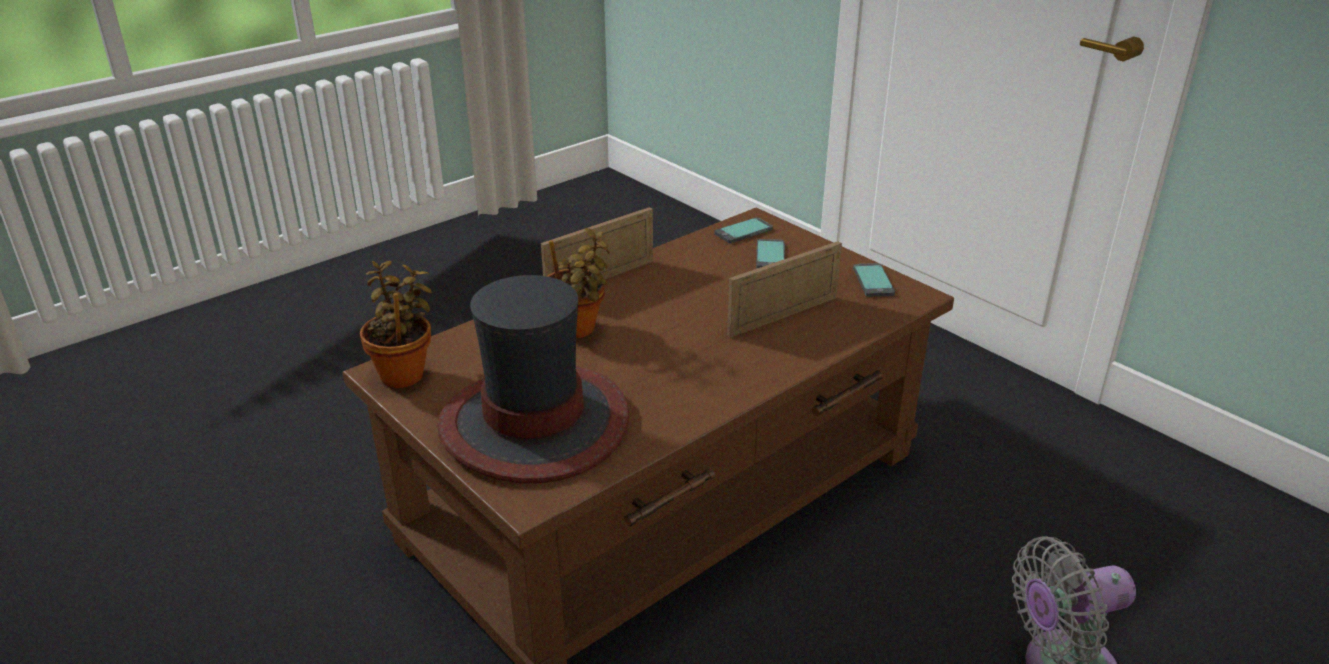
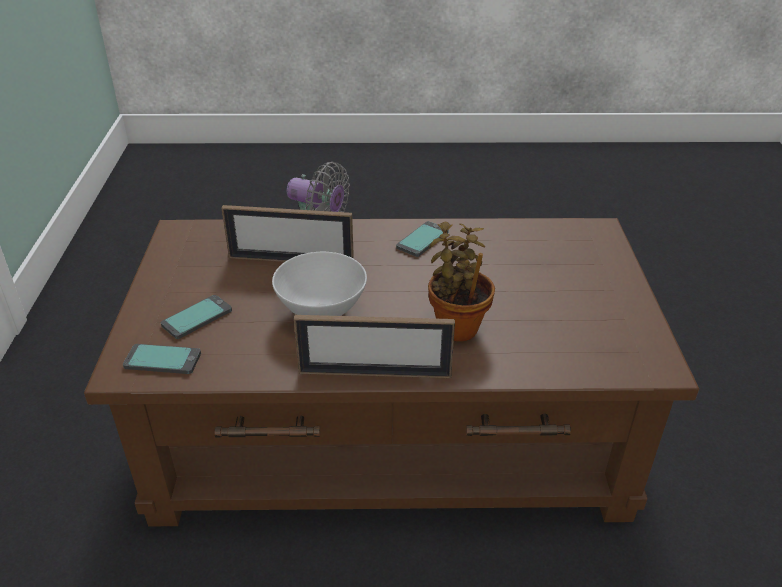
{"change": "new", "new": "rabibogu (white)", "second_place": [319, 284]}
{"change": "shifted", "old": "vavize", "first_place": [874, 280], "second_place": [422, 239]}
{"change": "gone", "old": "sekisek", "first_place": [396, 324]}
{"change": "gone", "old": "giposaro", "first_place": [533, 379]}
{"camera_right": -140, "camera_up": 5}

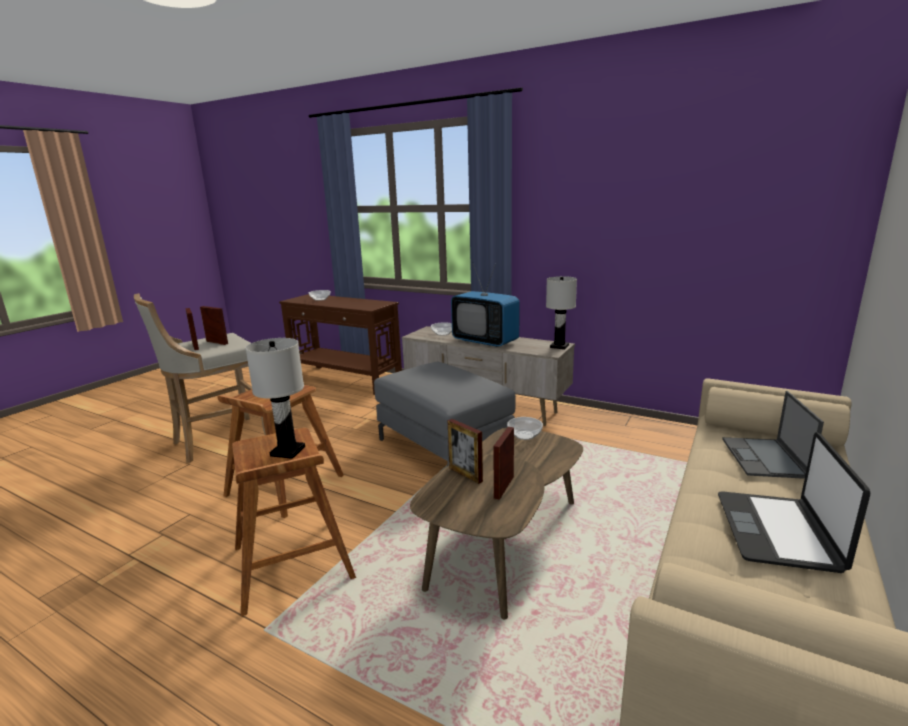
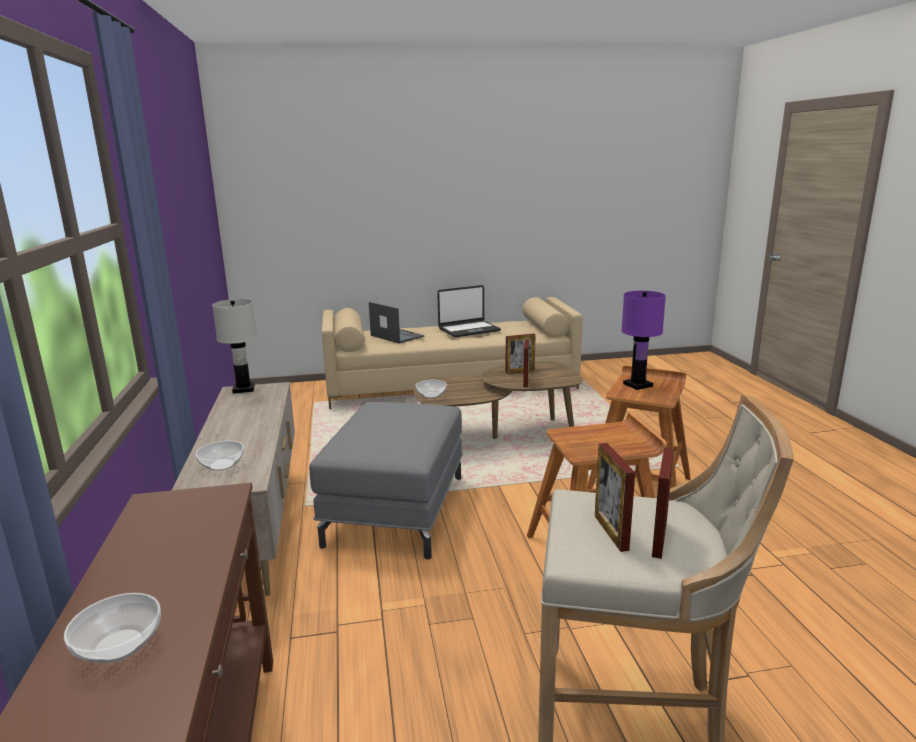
{"change": "rotated", "old": "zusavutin", "first_place": [773, 435], "second_place": [397, 323], "degrees": -105}
{"change": "repainted", "old": "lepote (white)", "new": "lepote (purple)", "first_place": [275, 398], "second_place": [643, 340]}
{"change": "gone", "old": "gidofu", "first_place": [485, 304]}
{"camera_right": -130, "camera_up": 0}

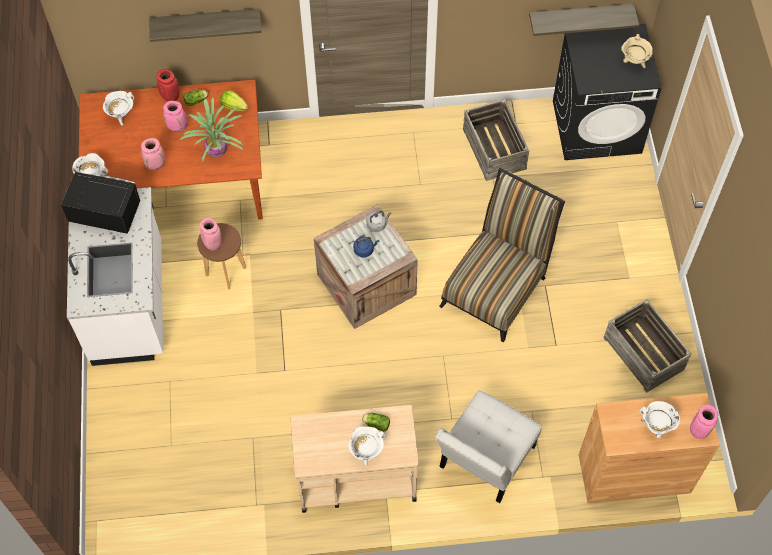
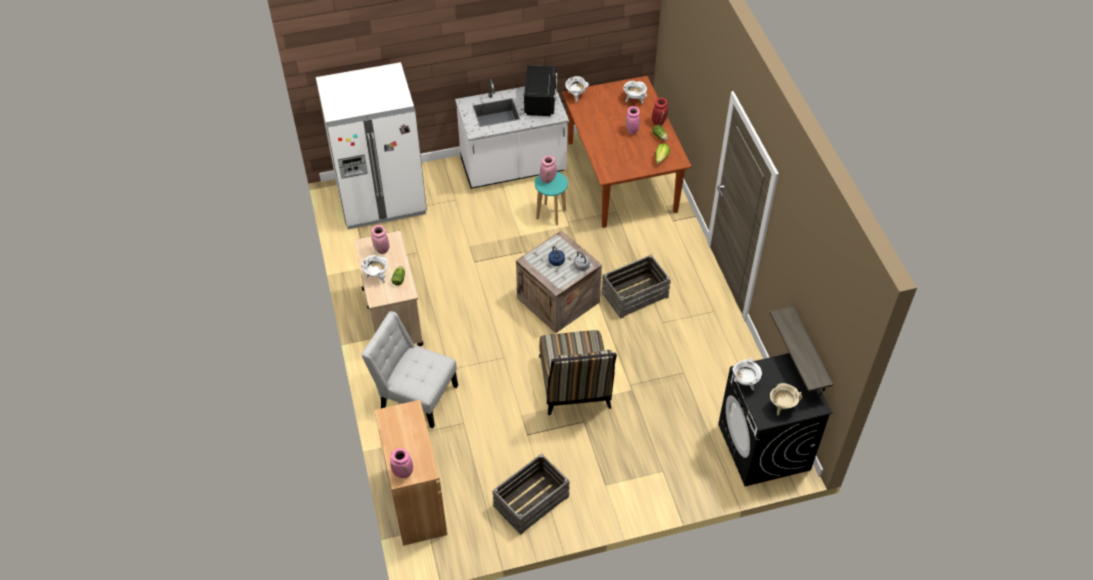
{"change": "new", "new": "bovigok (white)", "second_place": [371, 145]}
{"change": "shifted", "old": "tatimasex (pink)", "first_place": [153, 154], "second_place": [380, 239]}
{"change": "repainted", "old": "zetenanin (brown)", "new": "zetenanin (turquoise)", "first_place": [222, 256], "second_place": [551, 199]}
{"change": "rotated", "old": "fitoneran", "first_place": [502, 254], "second_place": [578, 372], "degrees": 60}
{"change": "shifted", "old": "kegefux", "first_place": [496, 140], "second_place": [636, 287]}
{"change": "shifted", "old": "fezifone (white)", "first_place": [660, 419], "second_place": [747, 374]}
{"change": "gone", "old": "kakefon", "first_place": [205, 25]}
{"change": "gone", "old": "sekisek", "first_place": [210, 130]}
{"camera_right": 80, "camera_up": -10}

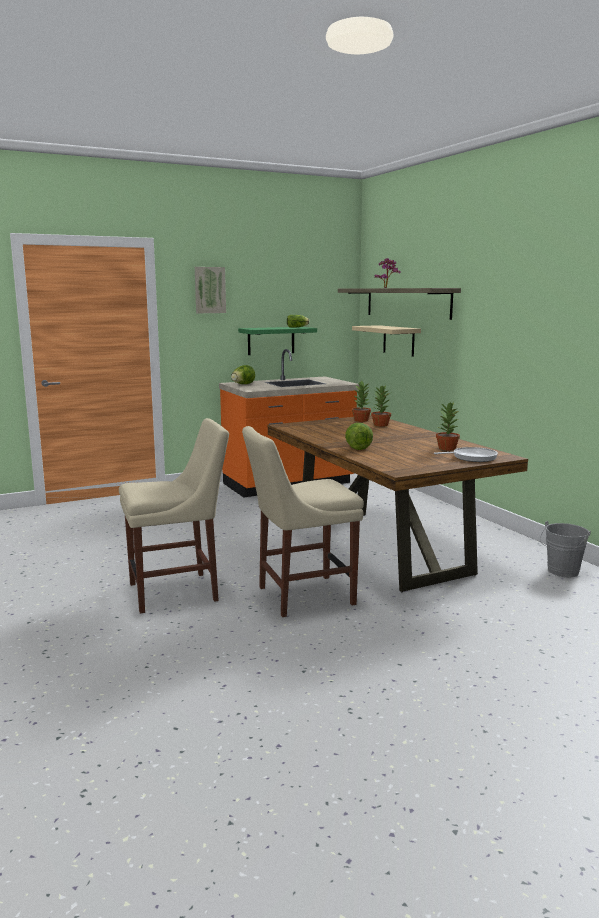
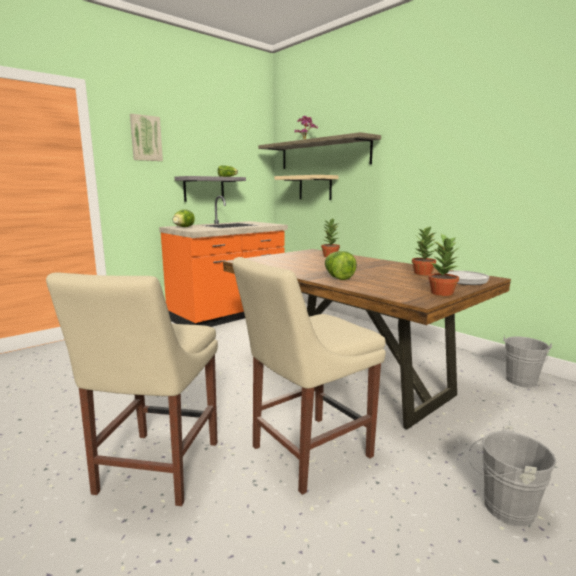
{"change": "rotated", "old": "fitoneran (beige)", "first_place": [174, 516], "second_place": [132, 389], "degrees": 135}
{"change": "repainted", "old": "kakefon (green)", "new": "kakefon (grey)", "first_place": [277, 341], "second_place": [210, 189]}
{"change": "shifted", "old": "sekisek", "first_place": [361, 401], "second_place": [443, 265]}
{"change": "new", "new": "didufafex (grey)", "second_place": [512, 476]}
{"camera_right": -15, "camera_up": 0}

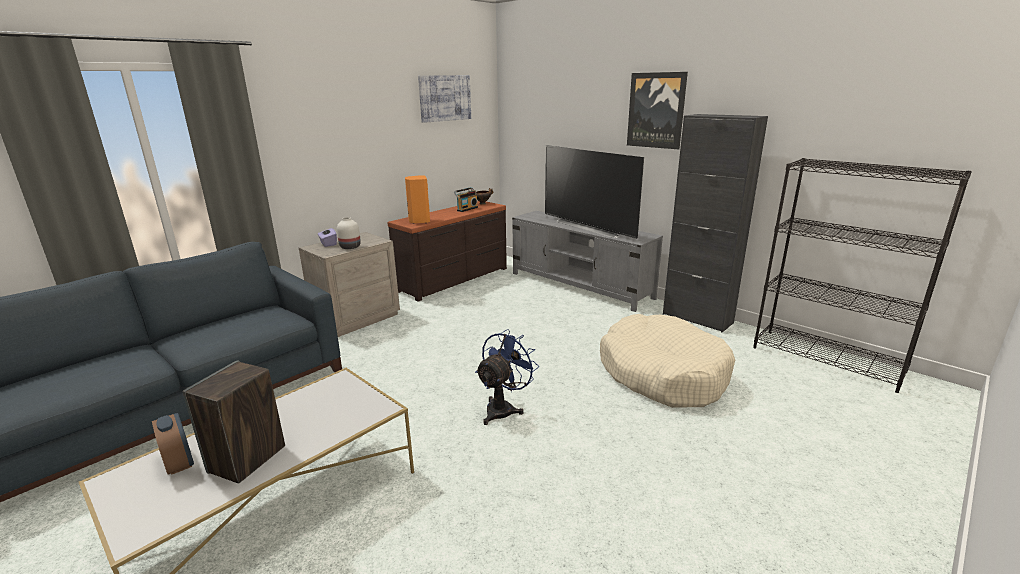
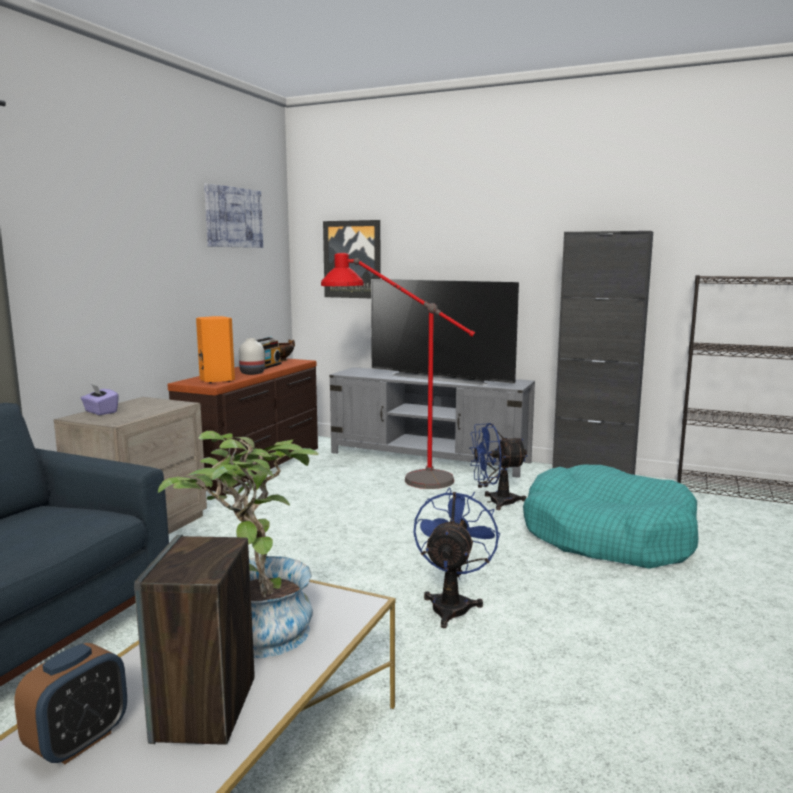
{"change": "rotated", "old": "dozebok", "first_place": [173, 444], "second_place": [70, 703], "degrees": 90}
{"change": "new", "new": "sekisek", "second_place": [238, 544]}
{"change": "shifted", "old": "tatimasex (white)", "first_place": [349, 233], "second_place": [252, 356]}
{"change": "new", "new": "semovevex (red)", "second_place": [398, 371]}
{"change": "shifted", "old": "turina", "first_place": [657, 110], "second_place": [352, 259]}
{"change": "new", "new": "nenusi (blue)", "second_place": [498, 466]}
{"change": "repainted", "old": "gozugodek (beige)", "new": "gozugodek (turquoise)", "first_place": [667, 361], "second_place": [610, 517]}
{"camera_right": -20, "camera_up": -10}

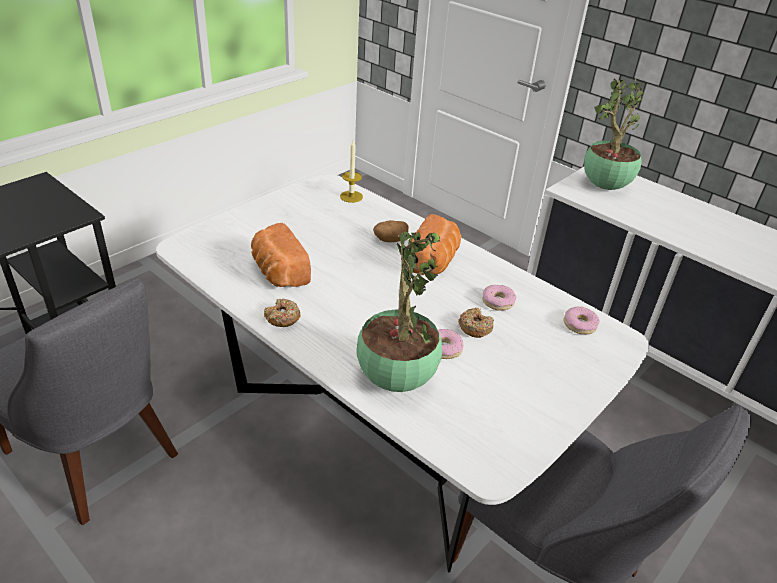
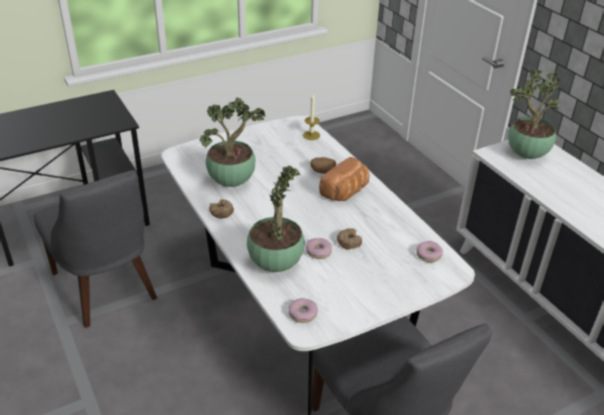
{"change": "swapped", "old": "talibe", "new": "sekisek", "first_place": [281, 255], "second_place": [232, 142]}
{"change": "shifted", "old": "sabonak", "first_place": [499, 298], "second_place": [303, 310]}
{"camera_right": 20, "camera_up": 0}

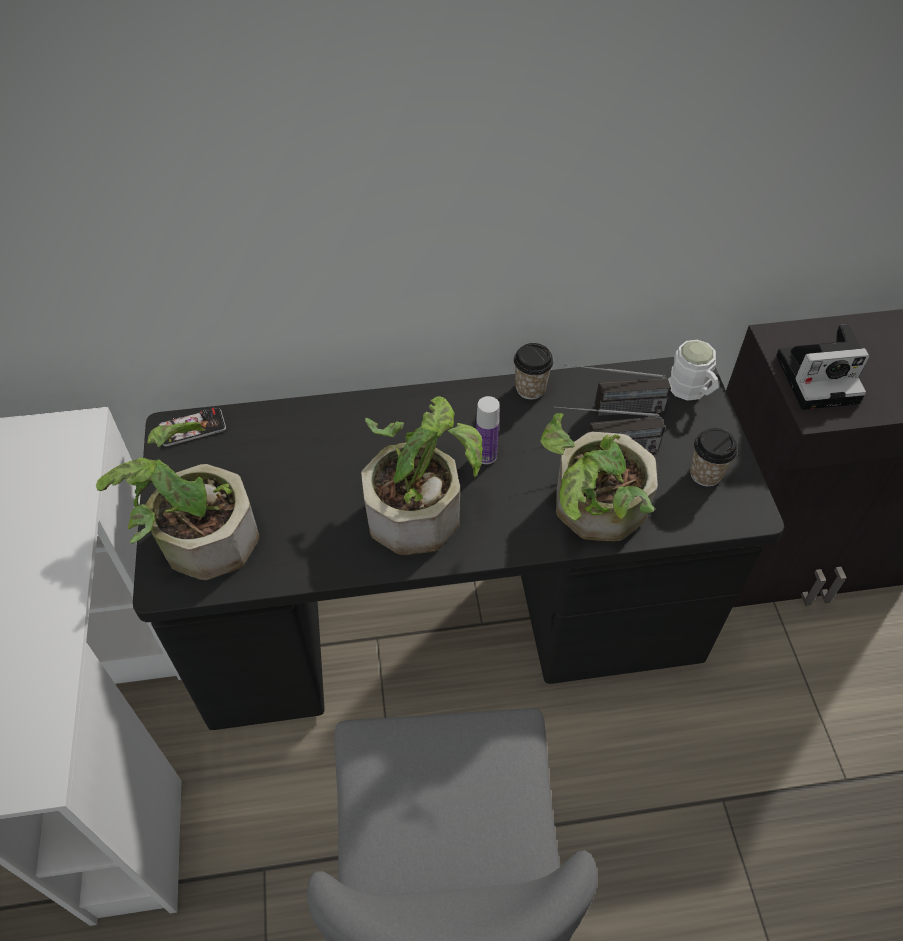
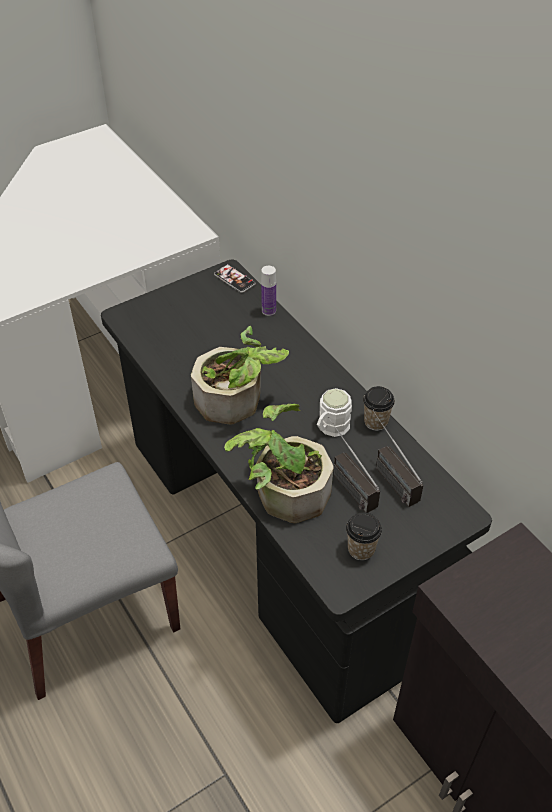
{"change": "shifted", "old": "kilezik", "first_place": [488, 430], "second_place": [268, 291]}
{"change": "shifted", "old": "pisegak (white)", "first_place": [693, 370], "second_place": [334, 412]}
{"change": "gone", "old": "sekisek", "first_place": [177, 501]}
{"change": "gone", "old": "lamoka", "first_place": [823, 367]}
{"camera_right": 65, "camera_up": -5}

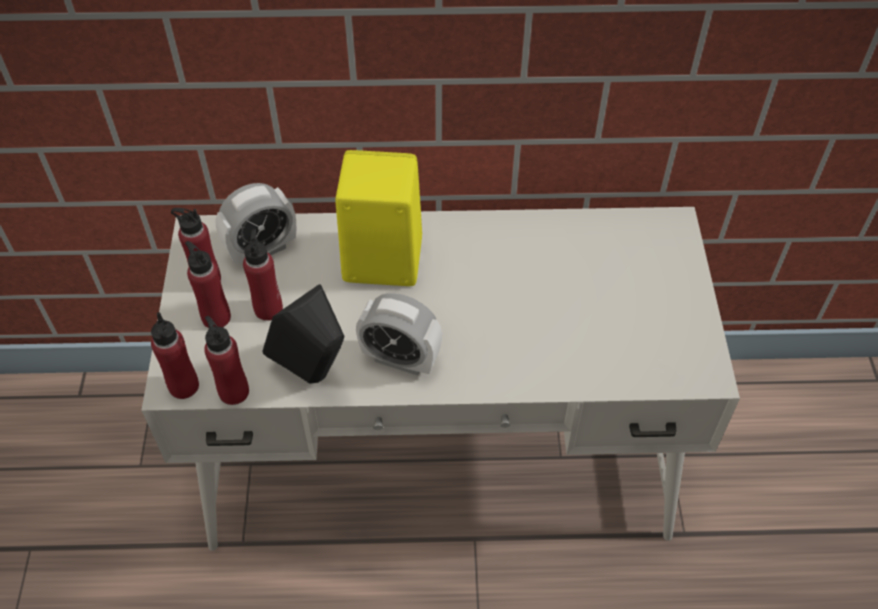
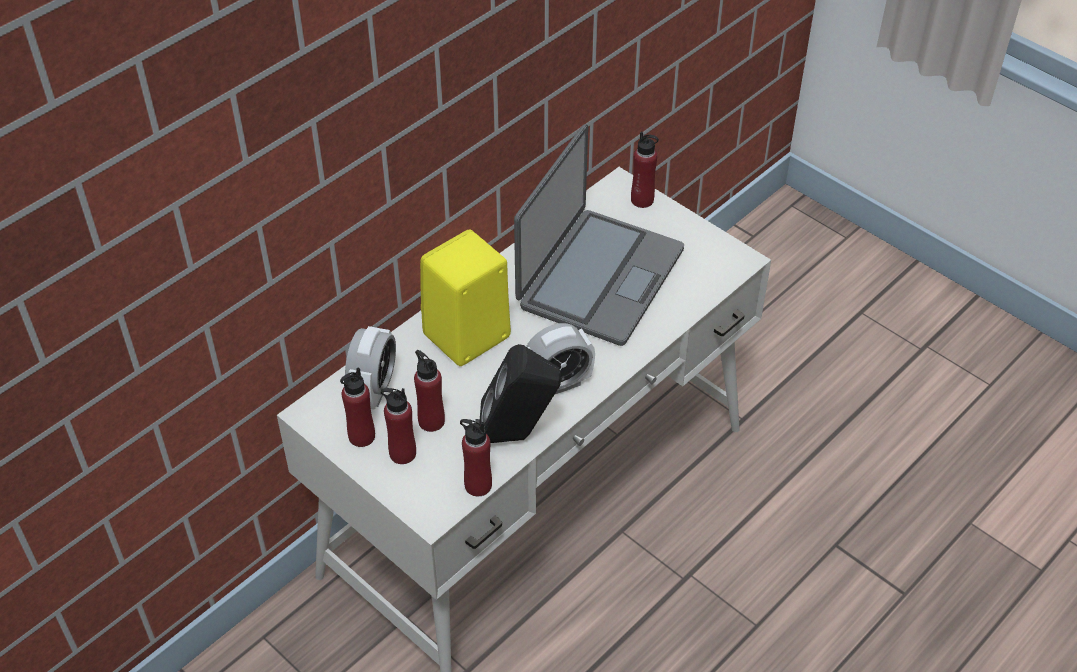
{"change": "new", "new": "zusavutin", "second_place": [599, 235]}
{"change": "shifted", "old": "kilezik (red)", "first_place": [175, 355], "second_place": [645, 169]}
{"camera_right": -45, "camera_up": -5}

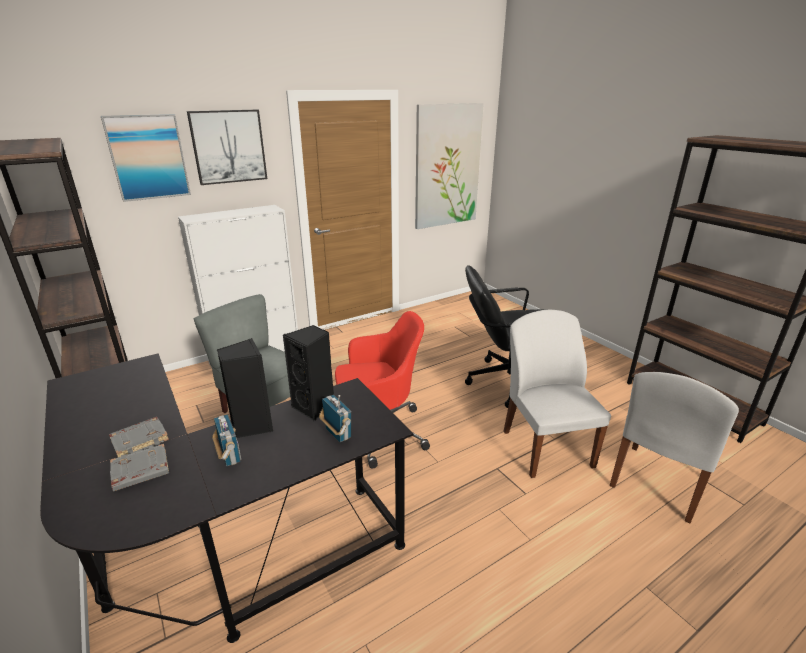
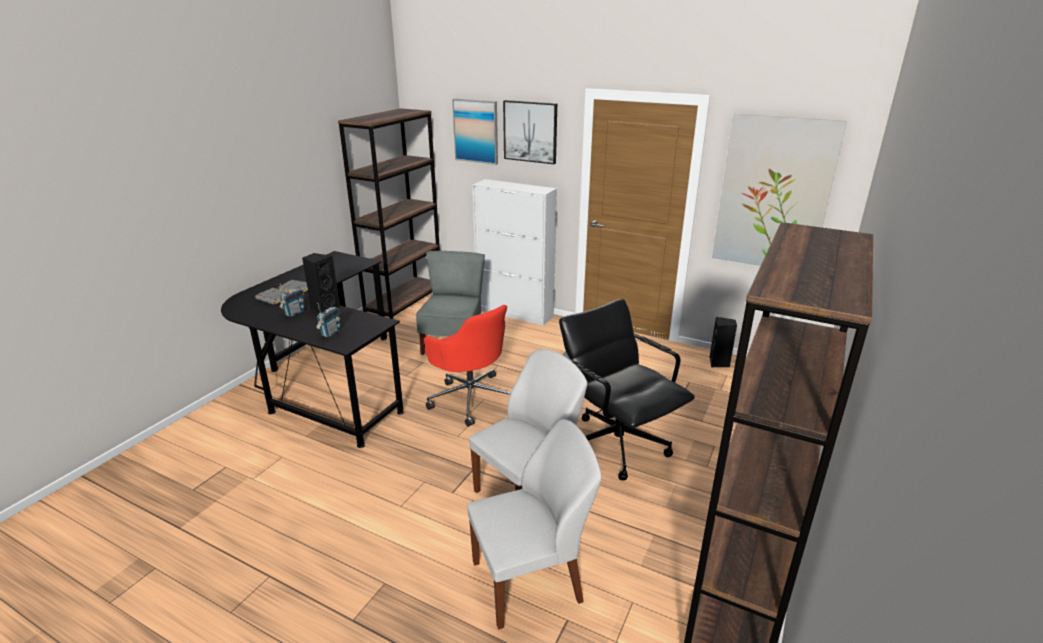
{"change": "rotated", "old": "fitoneran (white)", "first_place": [674, 447], "second_place": [534, 524], "degrees": 150}
{"change": "shifted", "old": "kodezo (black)", "first_place": [308, 373], "second_place": [723, 342]}
{"camera_right": 60, "camera_up": 0}

